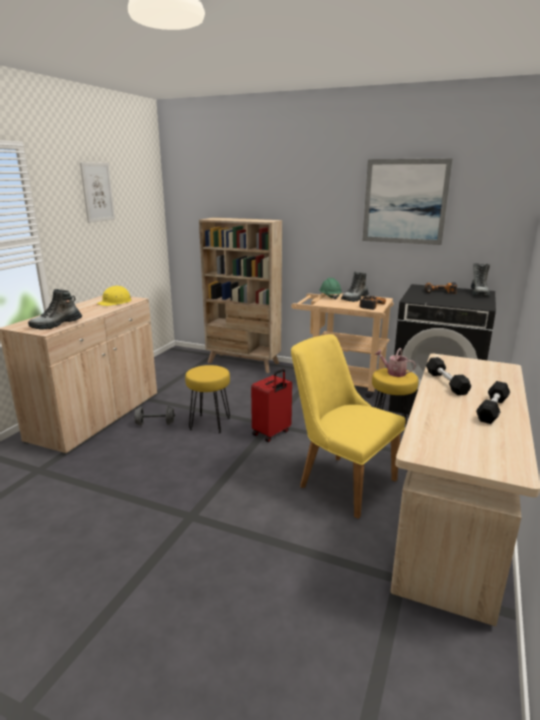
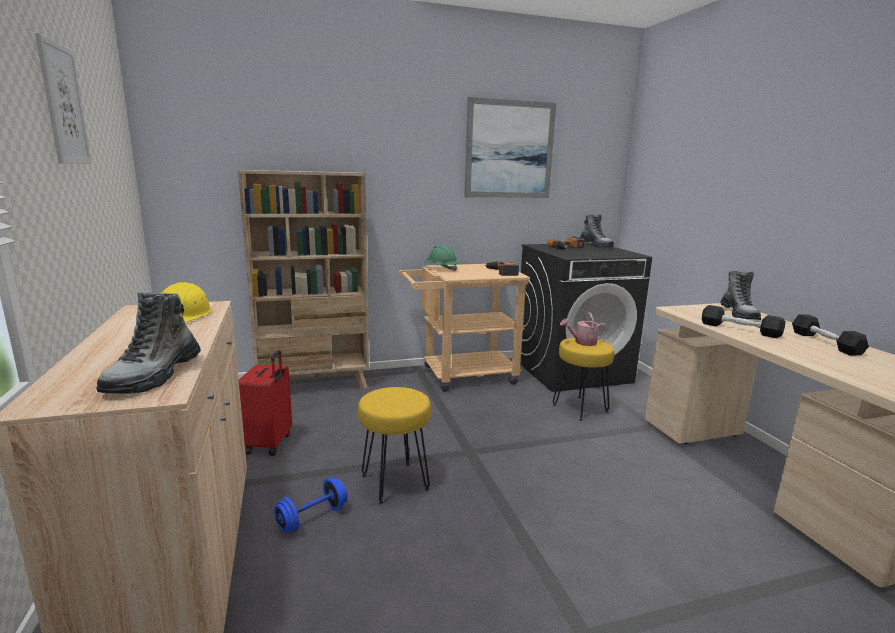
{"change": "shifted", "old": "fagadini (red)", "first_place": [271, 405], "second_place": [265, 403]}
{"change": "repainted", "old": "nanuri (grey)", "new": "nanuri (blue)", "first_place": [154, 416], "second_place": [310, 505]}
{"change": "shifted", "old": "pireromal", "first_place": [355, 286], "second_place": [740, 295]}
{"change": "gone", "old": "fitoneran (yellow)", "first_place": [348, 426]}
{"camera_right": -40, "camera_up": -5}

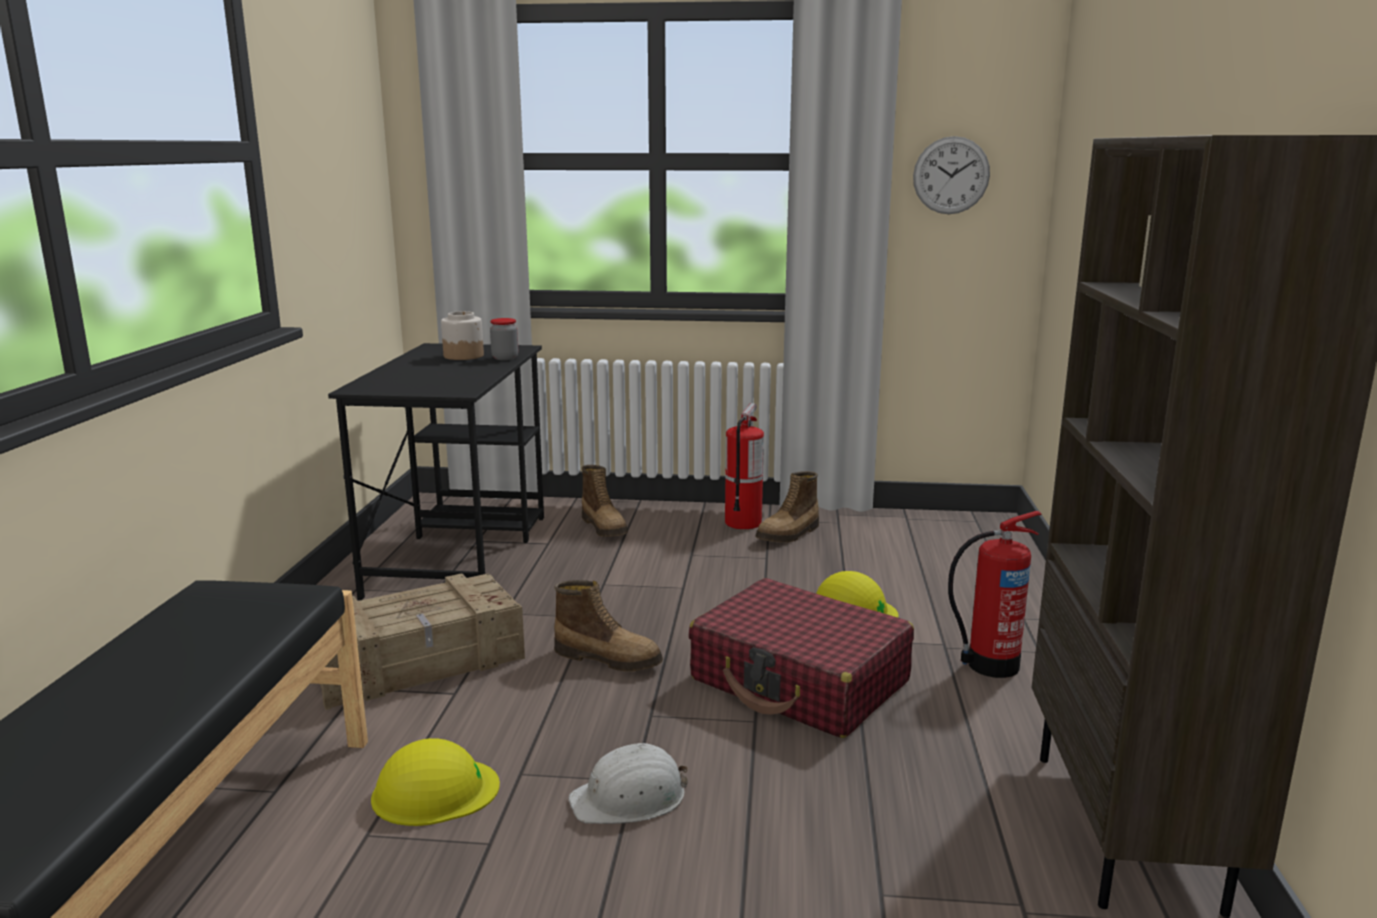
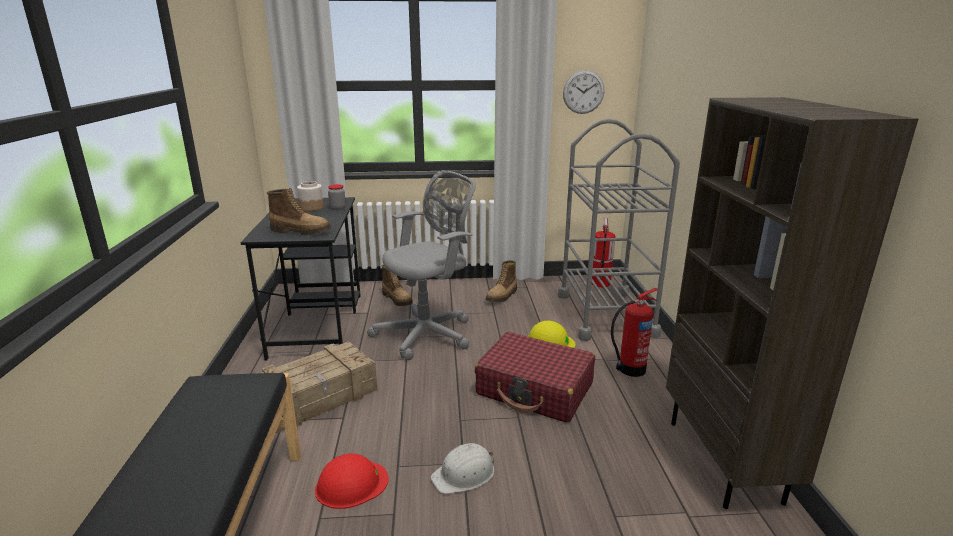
{"change": "shifted", "old": "pireromal", "first_place": [608, 625], "second_place": [299, 211]}
{"change": "repainted", "old": "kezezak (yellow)", "new": "kezezak (red)", "first_place": [435, 782], "second_place": [352, 481]}
{"change": "new", "new": "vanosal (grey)", "second_place": [421, 265]}
{"change": "new", "new": "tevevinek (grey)", "second_place": [619, 230]}
{"change": "shifted", "old": "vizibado", "first_place": [744, 466], "second_place": [603, 252]}
{"camera_right": -10, "camera_up": 5}

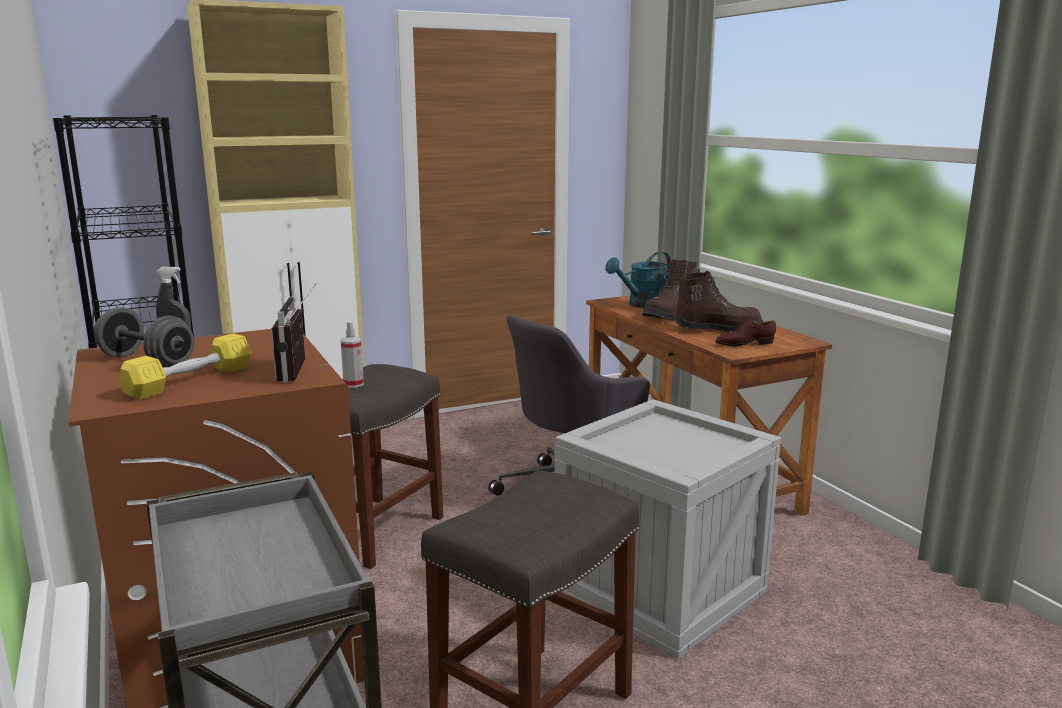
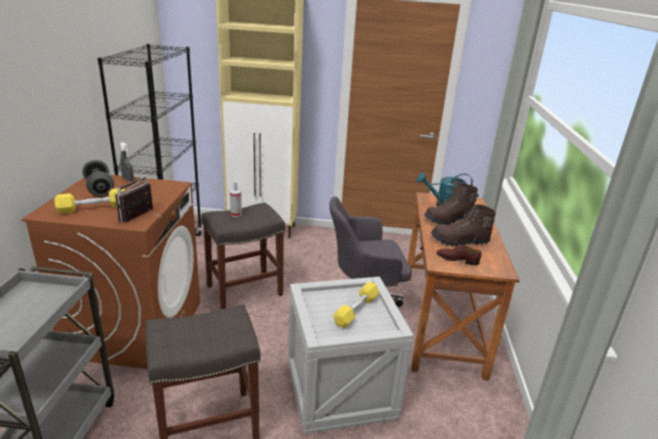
{"change": "new", "new": "nanuri (yellow)", "second_place": [356, 304]}
{"change": "rotated", "old": "pireromal (brown)", "first_place": [719, 302], "second_place": [463, 225], "degrees": 150}
{"camera_right": 30, "camera_up": 10}

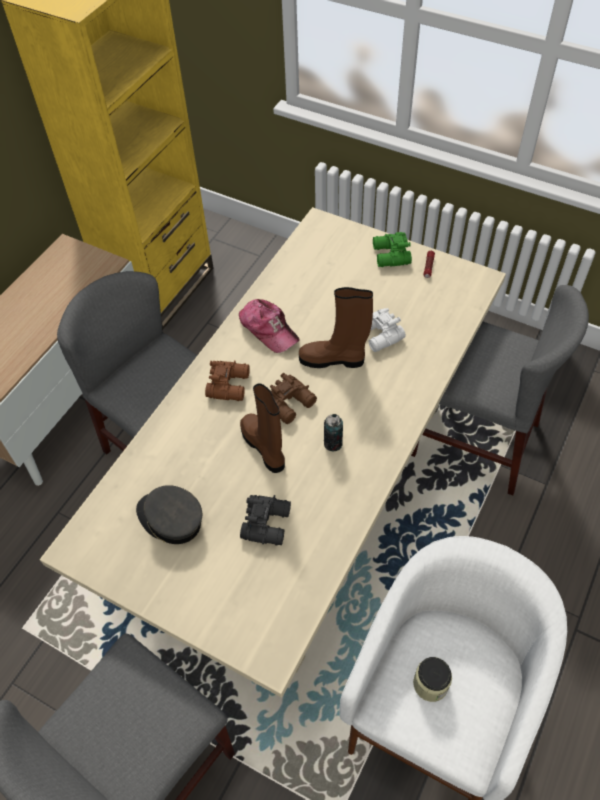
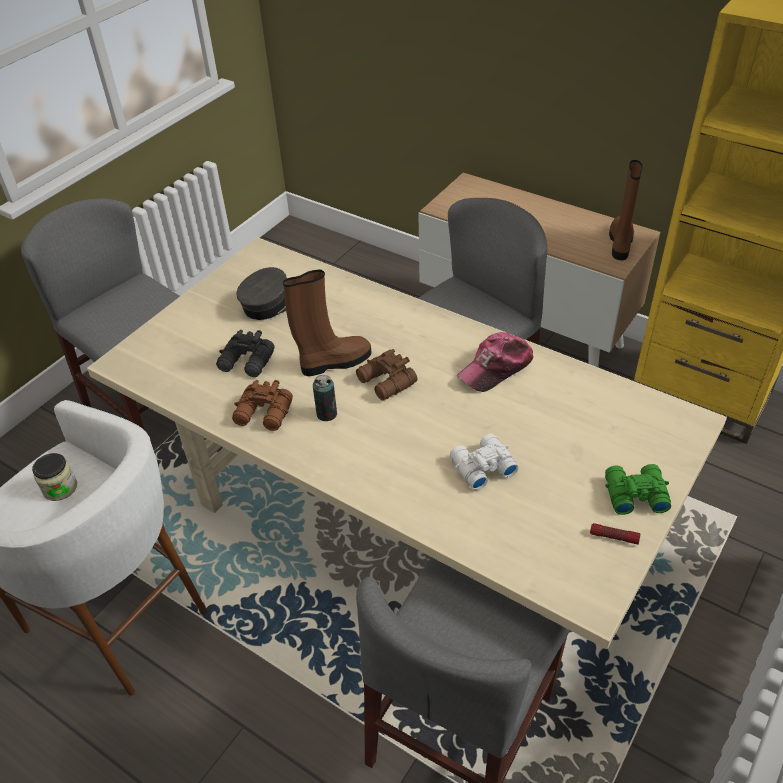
{"change": "shifted", "old": "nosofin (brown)", "first_place": [227, 380], "second_place": [262, 405]}
{"change": "shifted", "old": "pireromal (brown)", "first_place": [336, 327], "second_place": [626, 210]}
{"camera_right": 95, "camera_up": -10}

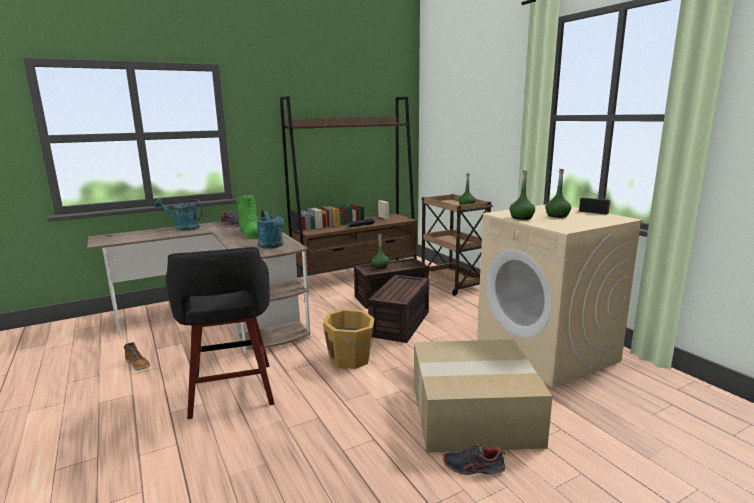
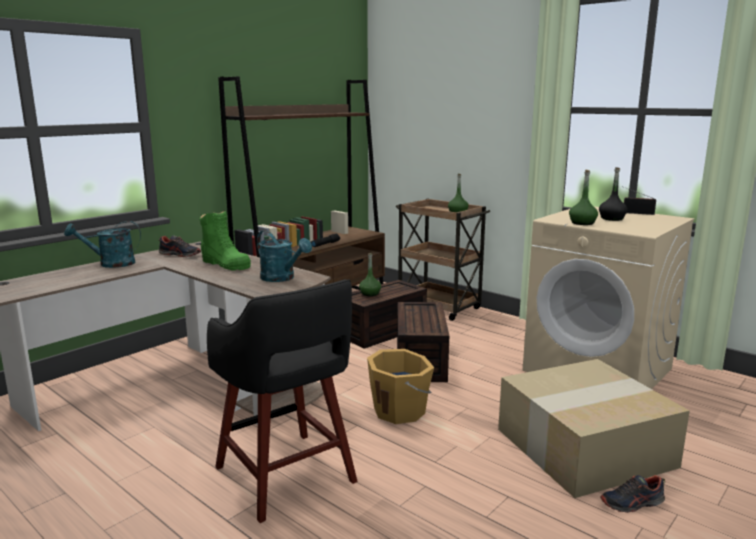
{"change": "repainted", "old": "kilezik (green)", "new": "kilezik (black)", "first_place": [558, 193], "second_place": [613, 194]}
{"change": "gone", "old": "pireromal", "first_place": [137, 356]}
{"camera_right": -20, "camera_up": 0}

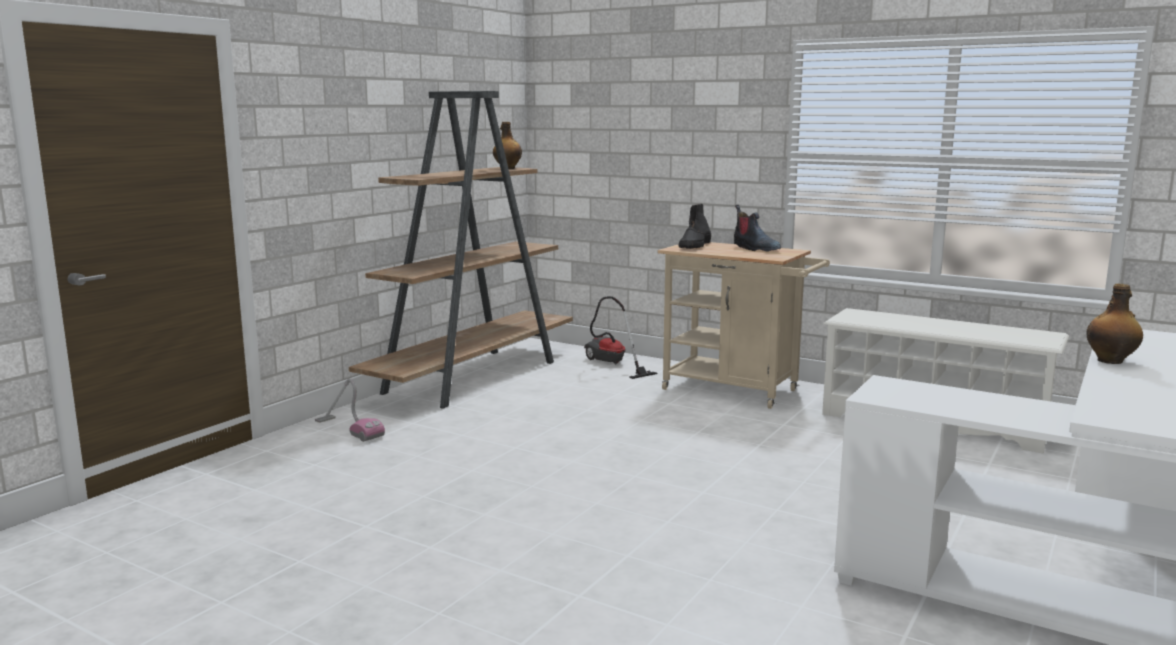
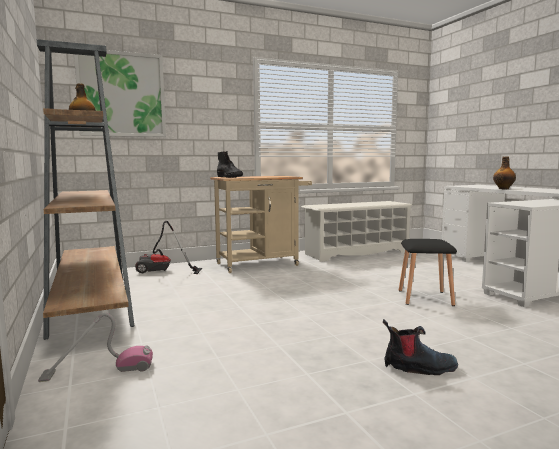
{"change": "new", "new": "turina", "second_place": [120, 93]}
{"change": "shifted", "old": "pireromal", "first_place": [757, 228], "second_place": [420, 347]}
{"change": "new", "new": "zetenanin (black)", "second_place": [428, 272]}
{"camera_right": -55, "camera_up": -5}

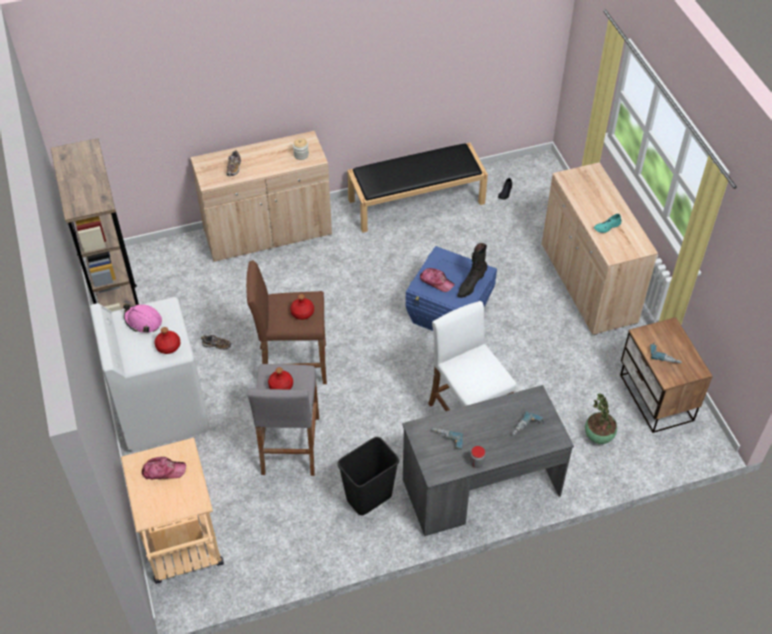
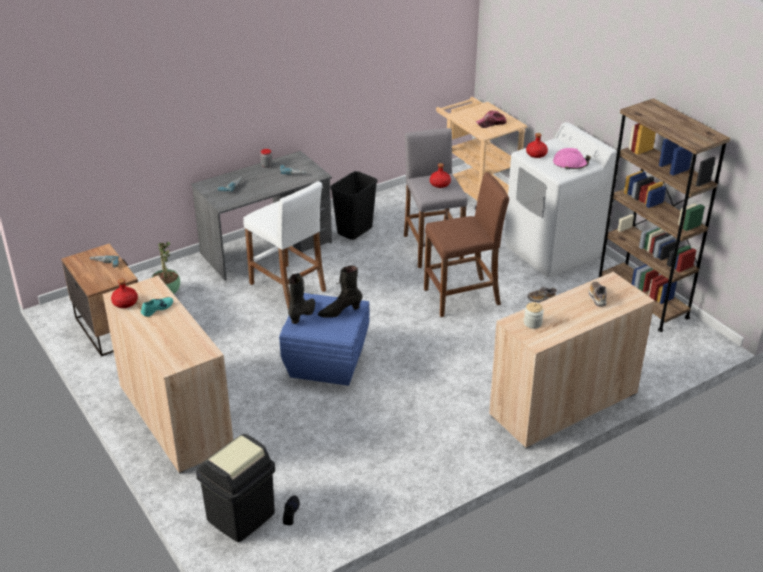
{"change": "shifted", "old": "kilezik (red)", "first_place": [302, 307], "second_place": [124, 293]}
{"change": "new", "new": "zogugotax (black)", "second_place": [235, 488]}
{"change": "swapped", "old": "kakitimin", "new": "pireromal (black)", "first_place": [437, 280], "second_place": [340, 291]}
{"change": "gone", "old": "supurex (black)", "first_place": [417, 188]}
{"camera_right": 165, "camera_up": -15}

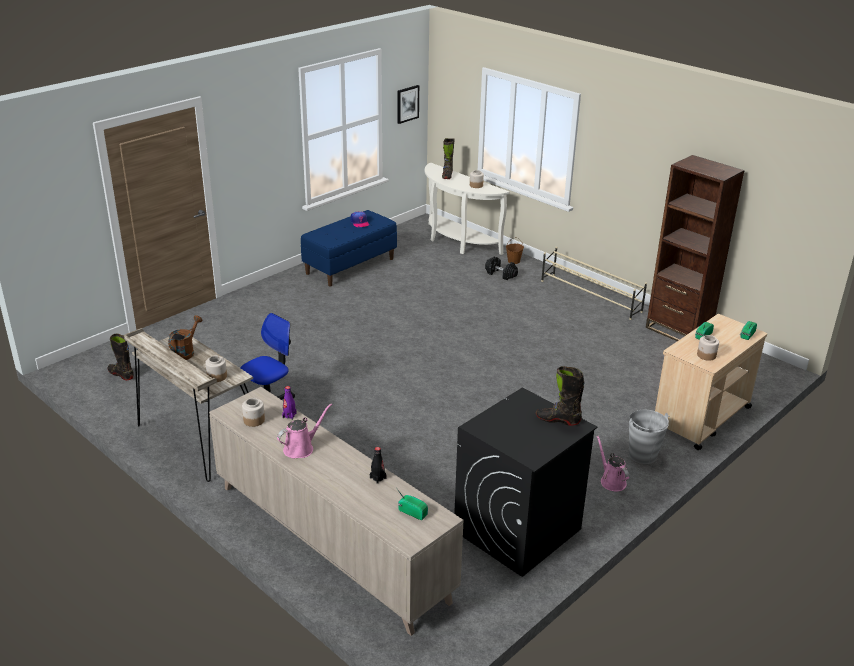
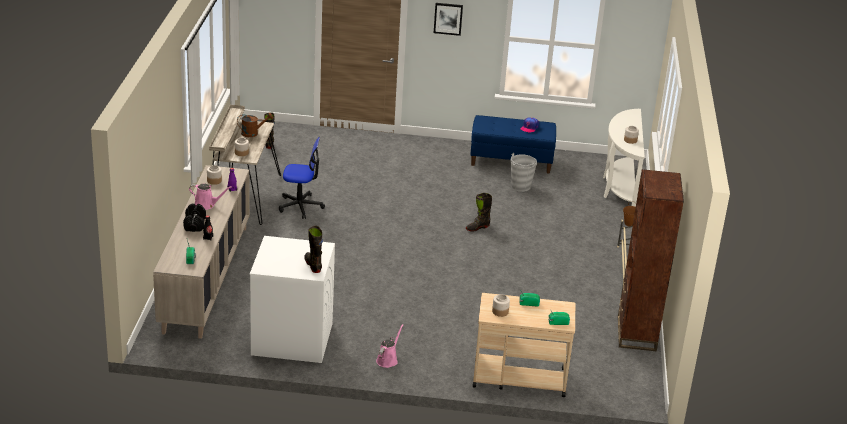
{"change": "shifted", "old": "nanuri (black)", "first_place": [501, 268], "second_place": [194, 218]}
{"change": "repainted", "old": "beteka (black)", "new": "beteka (white)", "first_place": [526, 482], "second_place": [292, 299]}
{"change": "shifted", "old": "turina", "first_place": [408, 104], "second_place": [448, 19]}
{"change": "shifted", "old": "pireromal (black)", "first_place": [448, 158], "second_place": [479, 212]}
{"change": "shifted", "old": "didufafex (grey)", "first_place": [649, 437], "second_place": [524, 172]}
{"camera_right": 50, "camera_up": 0}

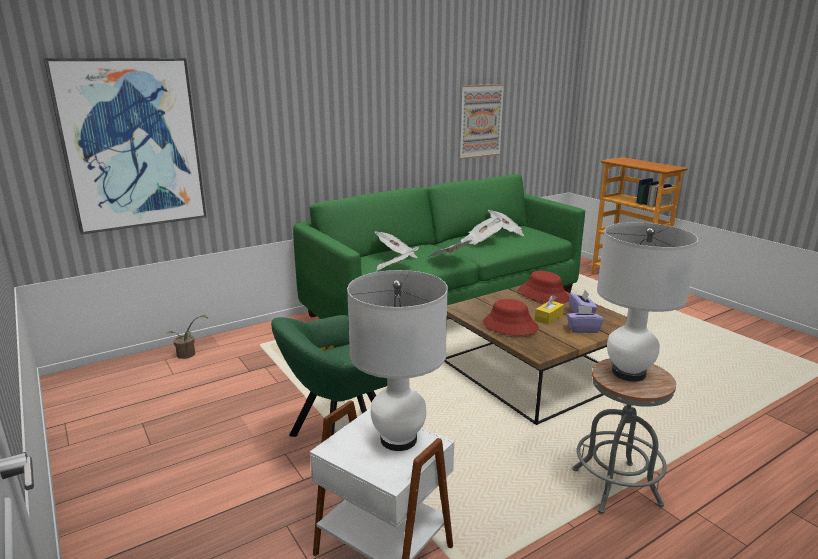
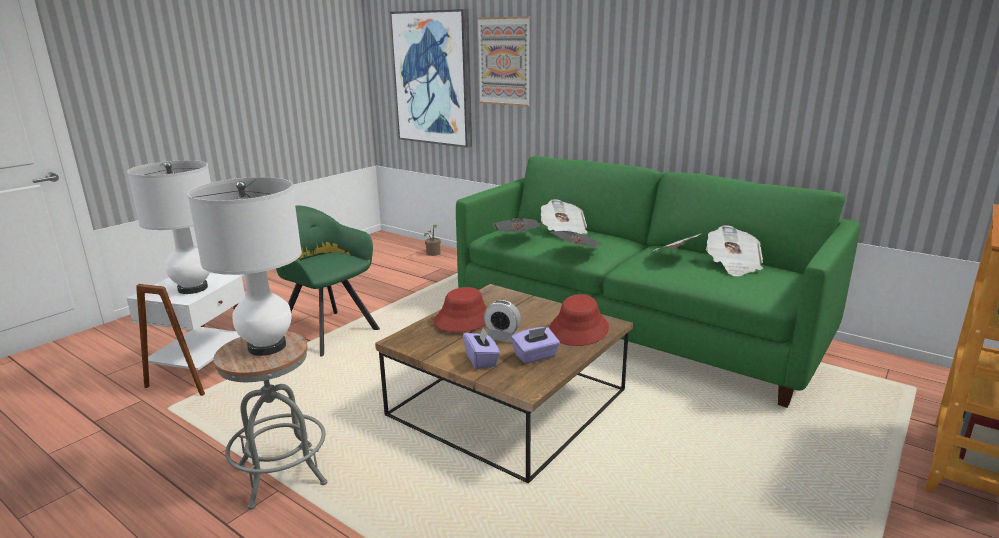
{"change": "shifted", "old": "turina", "first_place": [482, 121], "second_place": [503, 61]}
{"change": "swapped", "old": "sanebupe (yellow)", "new": "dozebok", "first_place": [549, 310], "second_place": [502, 321]}
{"camera_right": 70, "camera_up": 0}

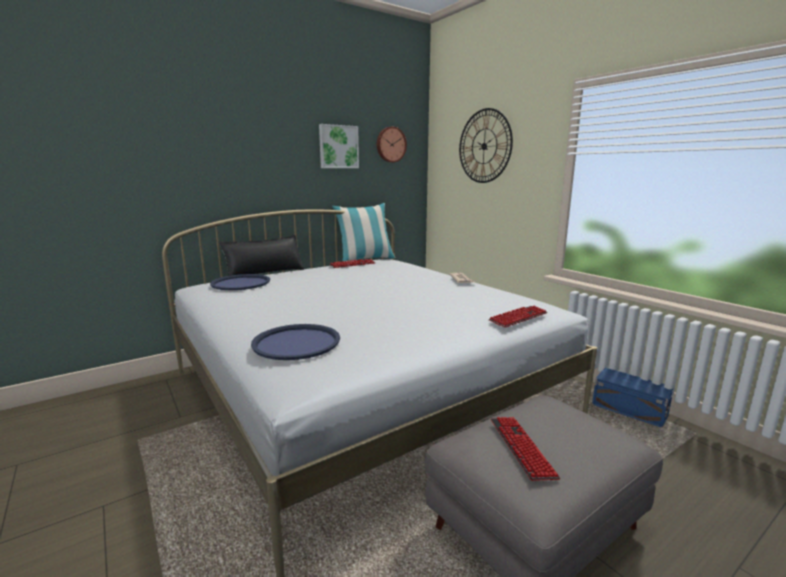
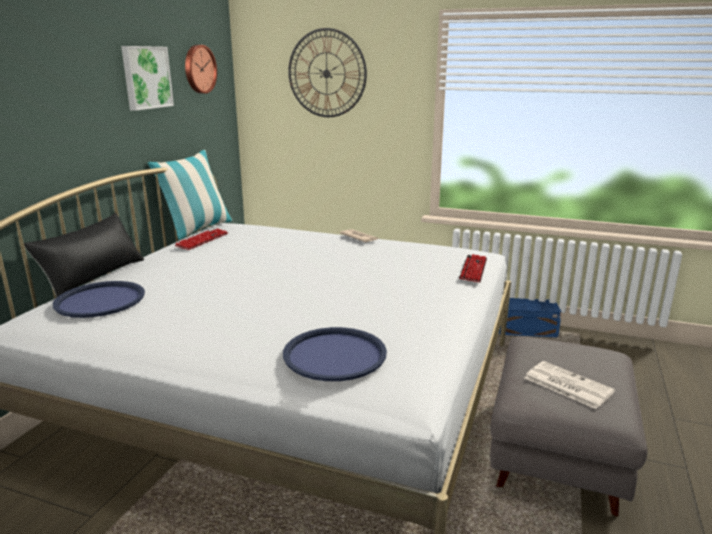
{"change": "swapped", "old": "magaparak", "new": "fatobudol", "first_place": [525, 449], "second_place": [570, 385]}
{"camera_right": -35, "camera_up": 5}

